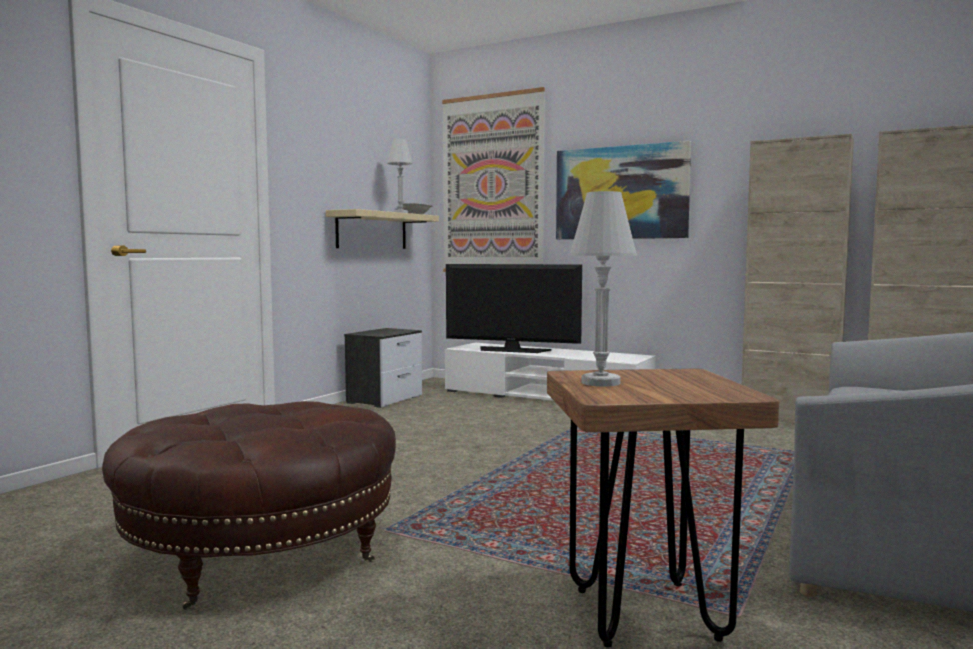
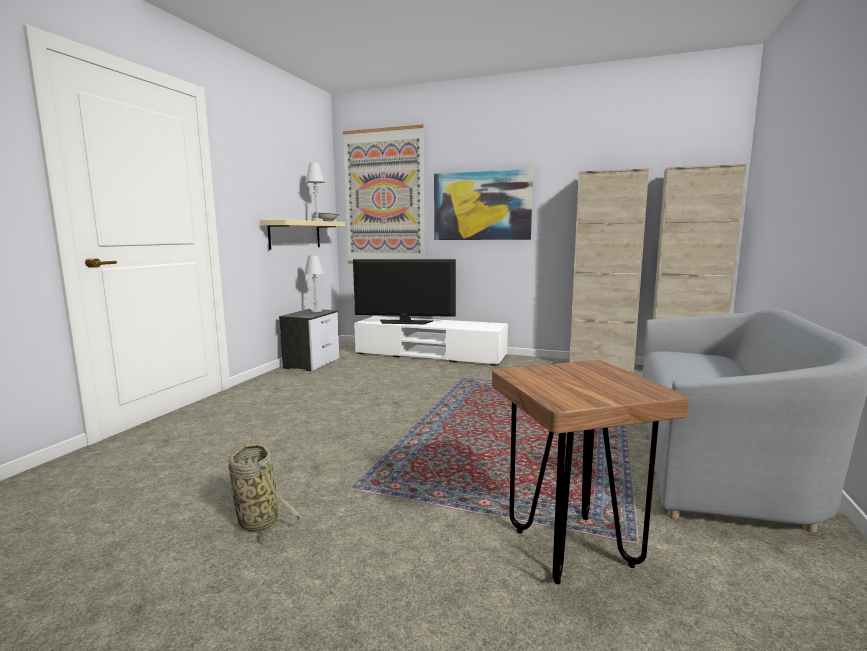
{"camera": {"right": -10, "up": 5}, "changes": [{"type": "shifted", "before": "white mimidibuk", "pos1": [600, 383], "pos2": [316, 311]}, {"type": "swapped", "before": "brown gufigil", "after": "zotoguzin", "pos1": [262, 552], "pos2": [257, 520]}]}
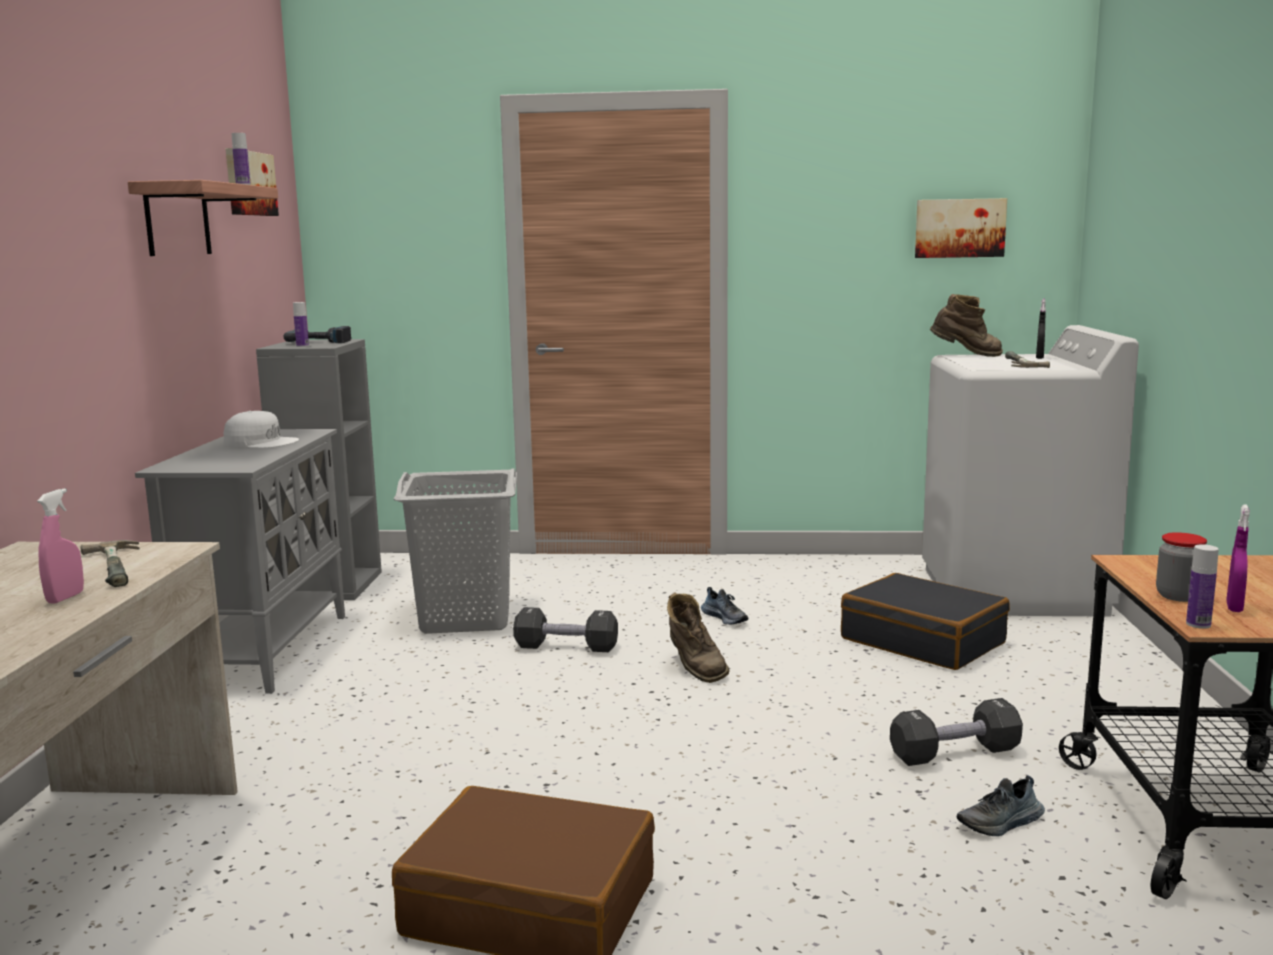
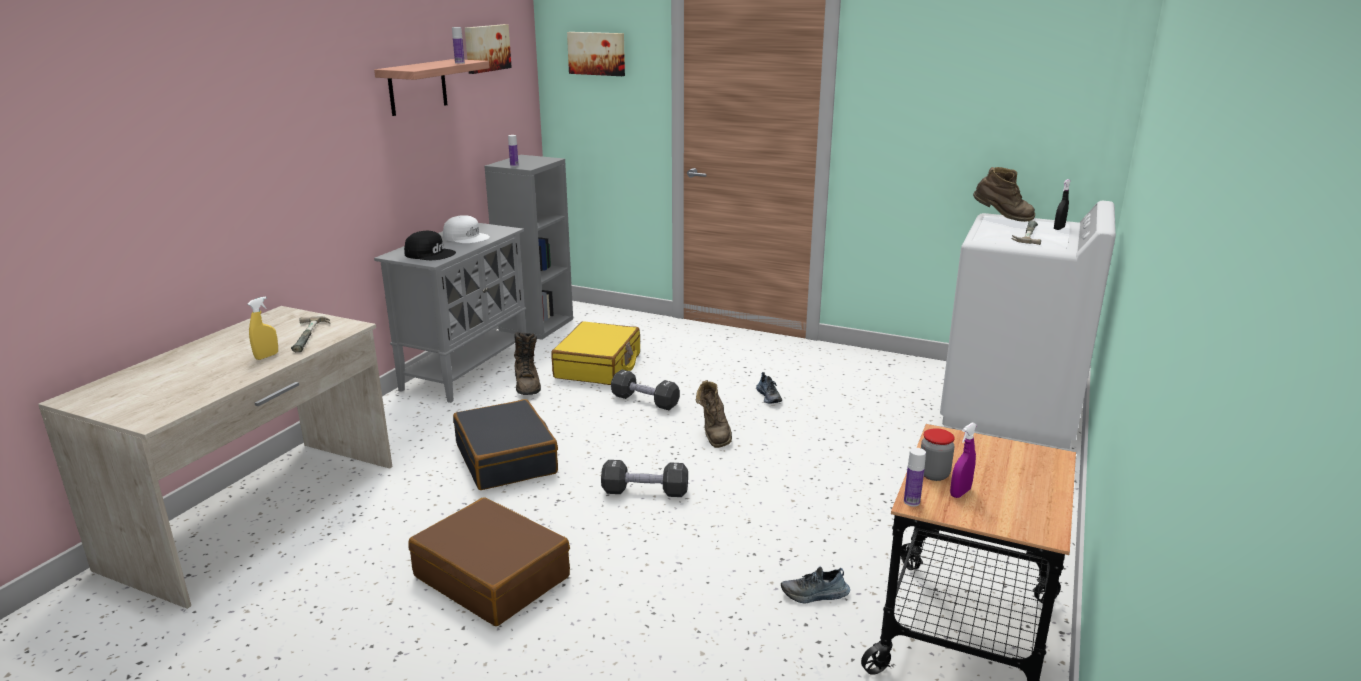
{"camera": {"right": 20, "up": 10}, "changes": [{"type": "gone", "before": "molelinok", "pos1": [320, 341]}, {"type": "new", "after": "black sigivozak", "pos2": [430, 254]}, {"type": "new", "after": "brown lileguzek", "pos2": [527, 385]}, {"type": "shifted", "before": "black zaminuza", "pos1": [923, 641], "pos2": [507, 459]}, {"type": "shifted", "before": "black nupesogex", "pos1": [955, 753], "pos2": [645, 492]}, {"type": "shifted", "before": "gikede", "pos1": [959, 228], "pos2": [597, 53]}, {"type": "swapped", "before": "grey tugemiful", "after": "yellow zaminuza", "pos1": [465, 618], "pos2": [598, 366]}, {"type": "repainted", "before": "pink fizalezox", "after": "yellow fizalezox", "pos1": [65, 598], "pos2": [267, 356]}]}
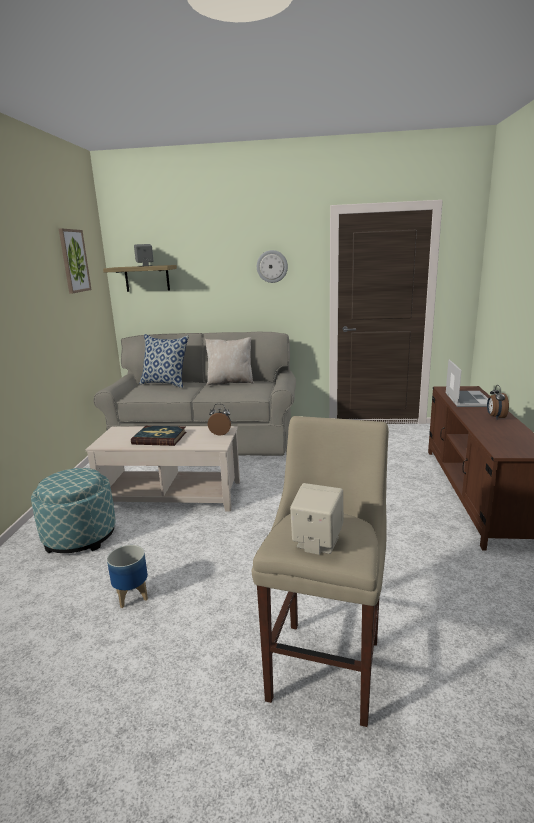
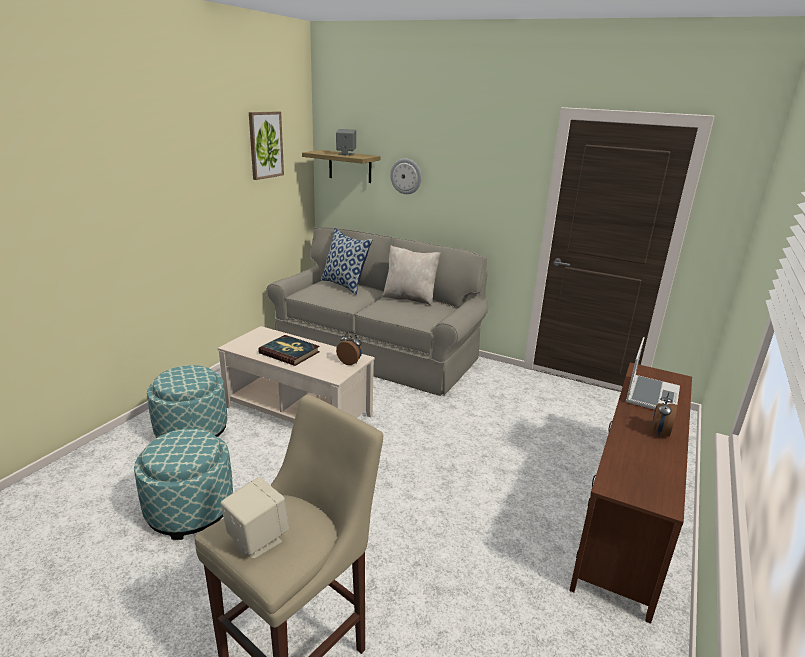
{"camera": {"right": 20, "up": 5}, "changes": [{"type": "shifted", "before": "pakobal", "pos1": [272, 266], "pos2": [406, 176]}, {"type": "swapped", "before": "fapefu", "after": "gufigil", "pos1": [131, 596], "pos2": [190, 509]}]}
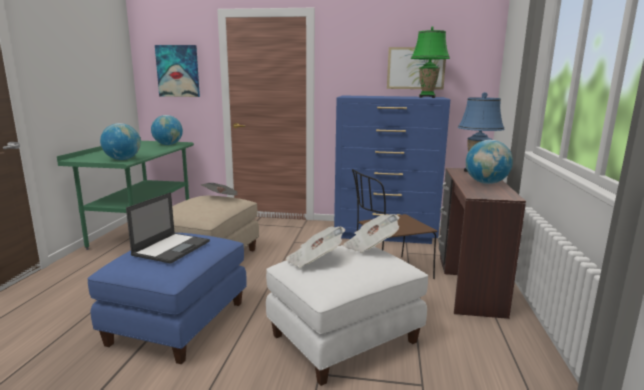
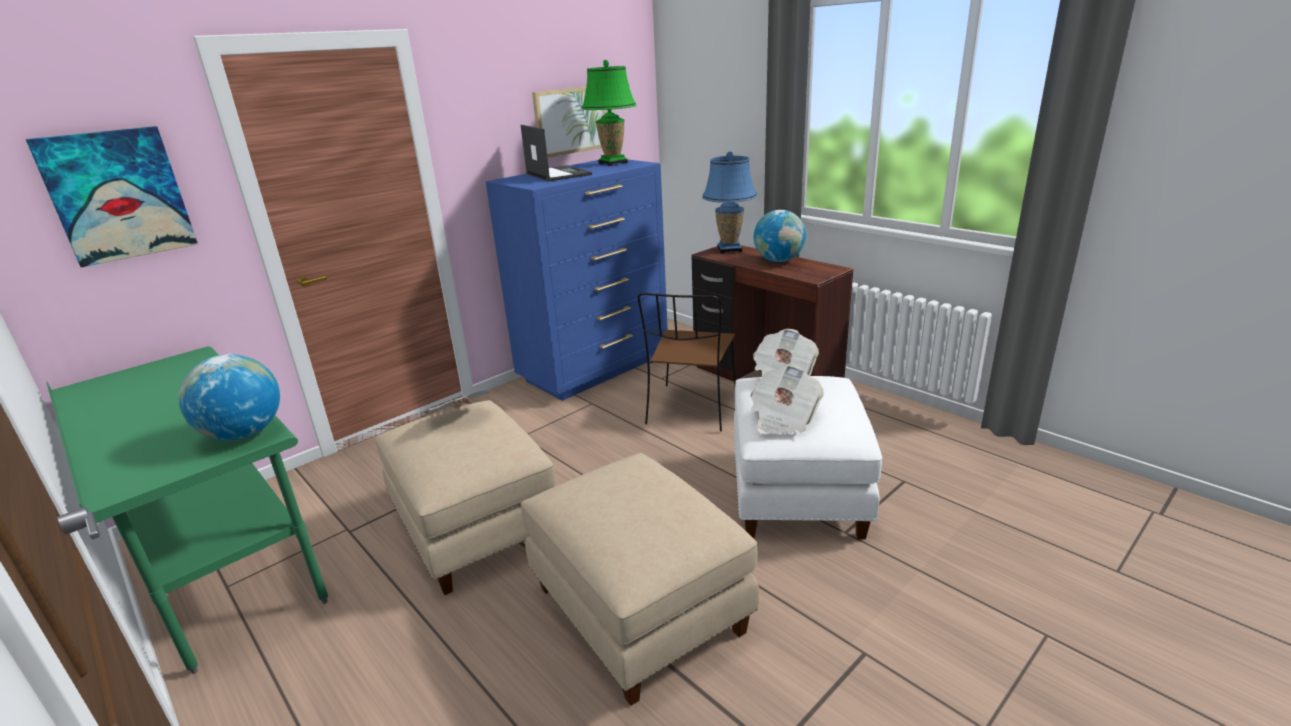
{"camera": {"right": -50, "up": 10}, "changes": [{"type": "gone", "before": "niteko", "pos1": [168, 144]}, {"type": "shifted", "before": "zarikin", "pos1": [172, 248], "pos2": [557, 174]}, {"type": "repainted", "before": "blue gufigil", "after": "beige gufigil", "pos1": [178, 322], "pos2": [636, 610]}]}
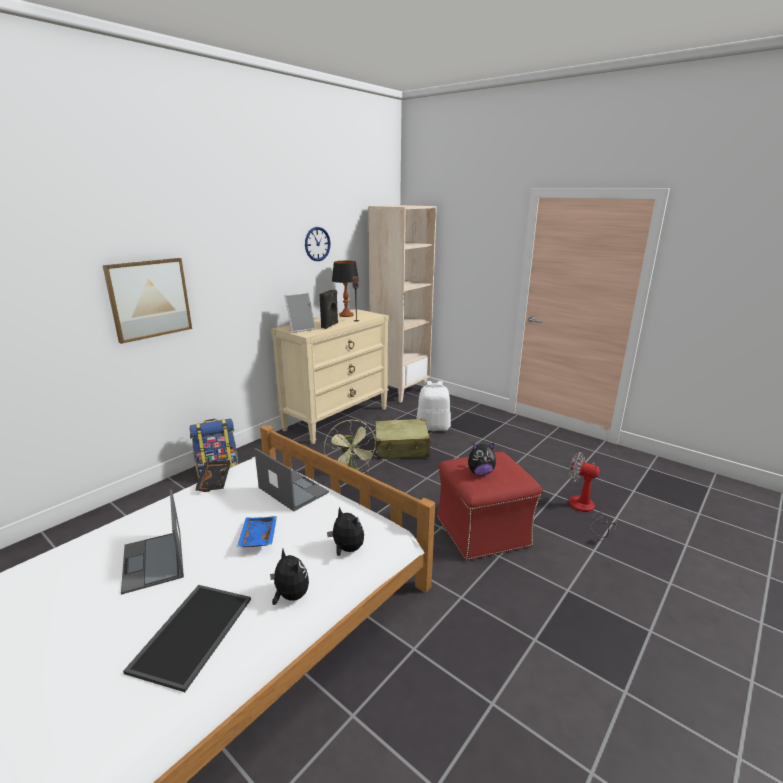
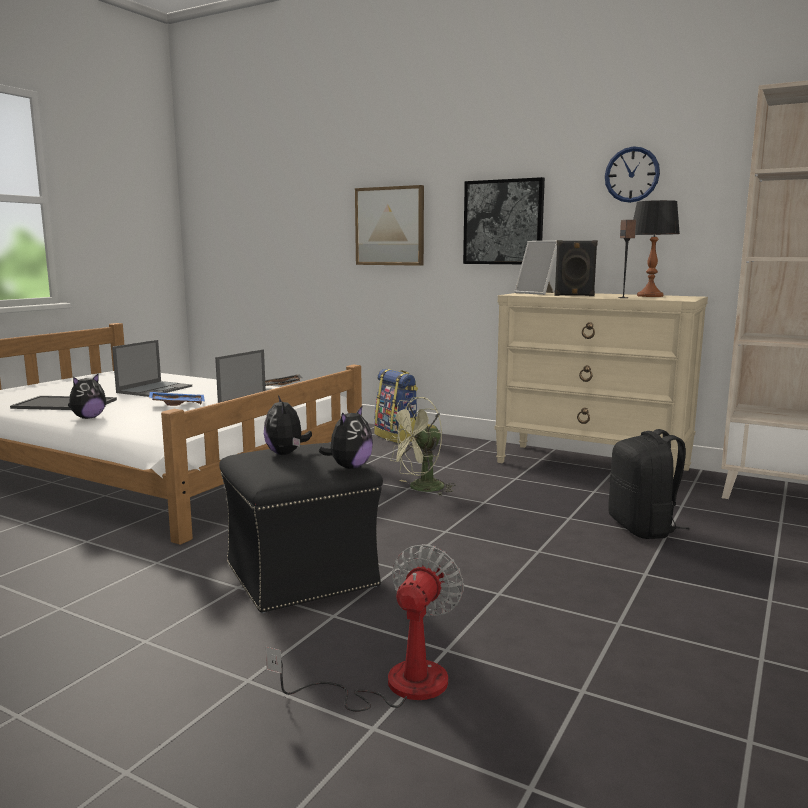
{"camera": {"right": 80, "up": -10}, "changes": [{"type": "gone", "before": "beige zaminuza", "pos1": [402, 448]}, {"type": "new", "after": "gikede", "pos2": [503, 222]}, {"type": "shifted", "before": "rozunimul", "pos1": [347, 549], "pos2": [349, 467]}, {"type": "repainted", "before": "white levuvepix", "after": "black levuvepix", "pos1": [433, 427], "pos2": [643, 528]}, {"type": "repainted", "before": "red gufigil", "after": "black gufigil", "pos1": [483, 531], "pos2": [302, 575]}, {"type": "rotated", "before": "zarikin", "pos1": [154, 562], "pos2": [155, 389], "turn": 150}]}
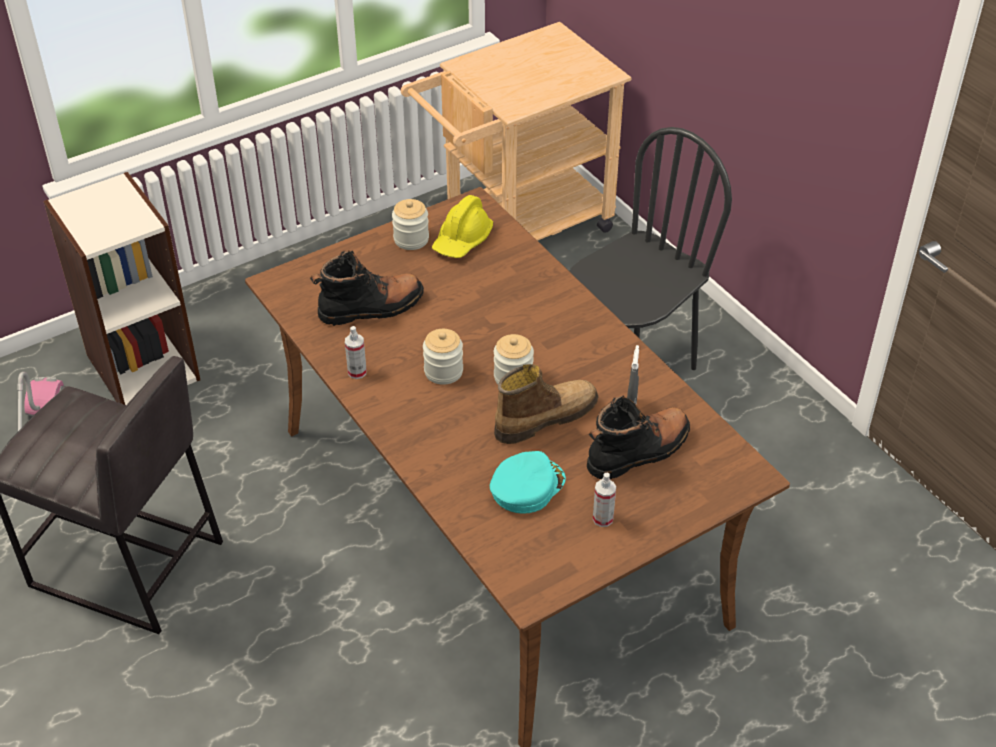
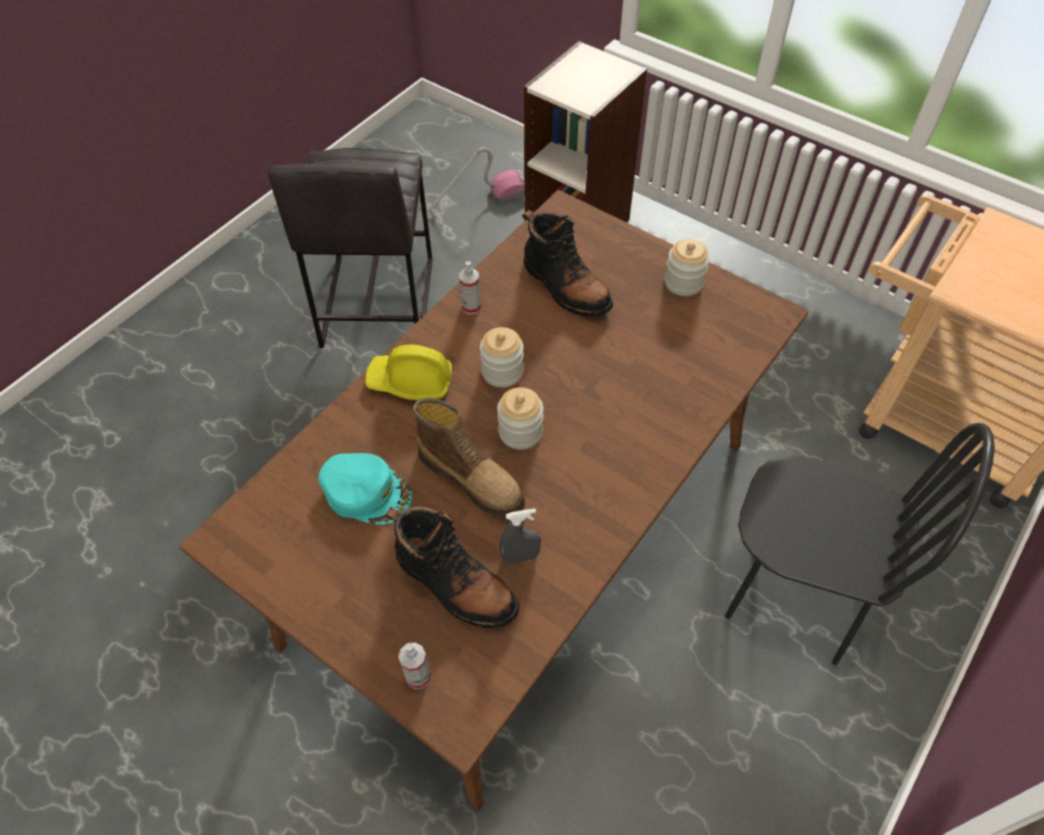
{"camera": {"right": 70, "up": 10}, "changes": [{"type": "shifted", "before": "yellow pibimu", "pos1": [462, 240], "pos2": [411, 382]}, {"type": "shifted", "before": "fizalezox", "pos1": [603, 519], "pos2": [418, 676]}]}
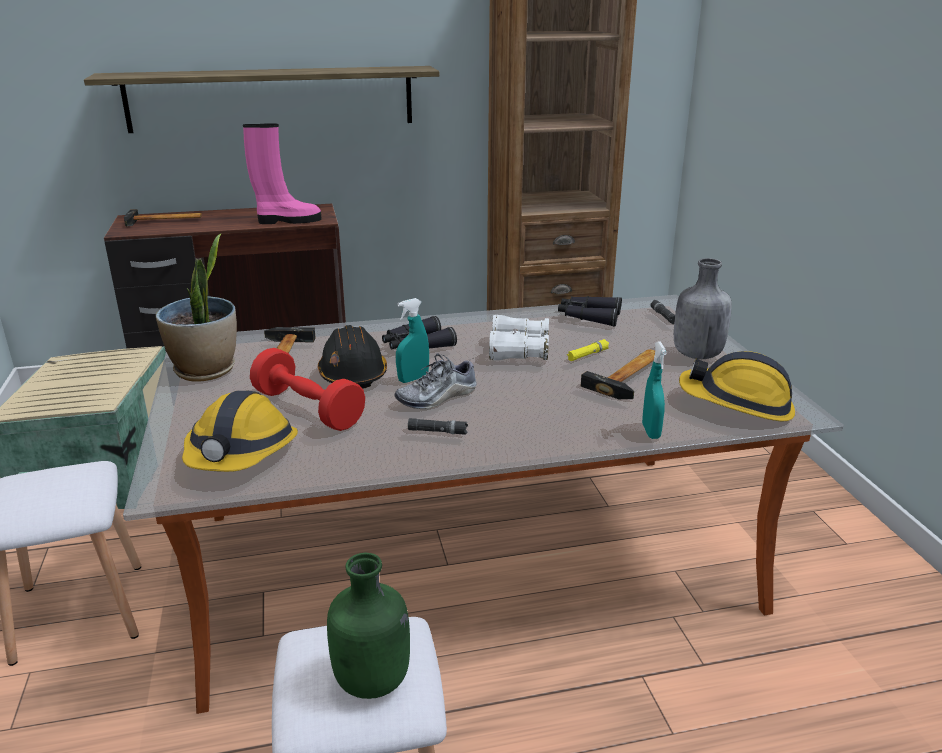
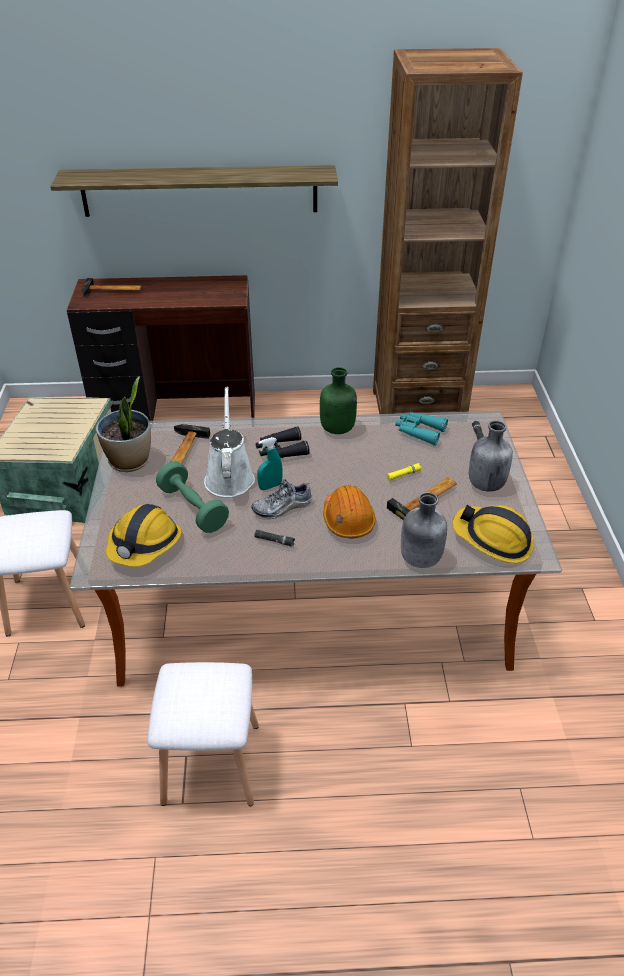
{"camera": {"right": 10, "up": 15}, "changes": [{"type": "gone", "before": "pink lileguzek", "pos1": [287, 221]}, {"type": "gone", "before": "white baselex", "pos1": [518, 350]}, {"type": "new", "after": "orange pibimu", "pos2": [348, 520]}, {"type": "shifted", "before": "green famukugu", "pos1": [373, 681], "pos2": [338, 429]}, {"type": "swapped", "before": "black pibimu", "after": "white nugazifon", "pos1": [352, 374], "pos2": [229, 476]}, {"type": "swapped", "before": "turquoise fizalezox", "after": "grey famukugu", "pos1": [651, 431], "pos2": [419, 559]}, {"type": "repainted", "before": "red nupesogex", "after": "green nupesogex", "pos1": [308, 409], "pos2": [193, 508]}, {"type": "repainted", "before": "black baselex", "after": "turquoise baselex", "pos1": [588, 317], "pos2": [419, 431]}]}
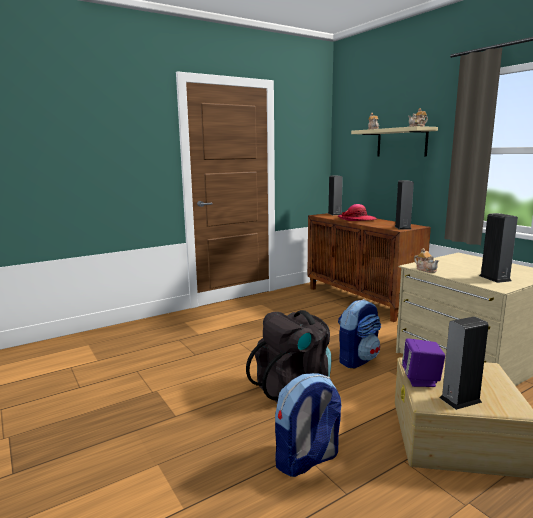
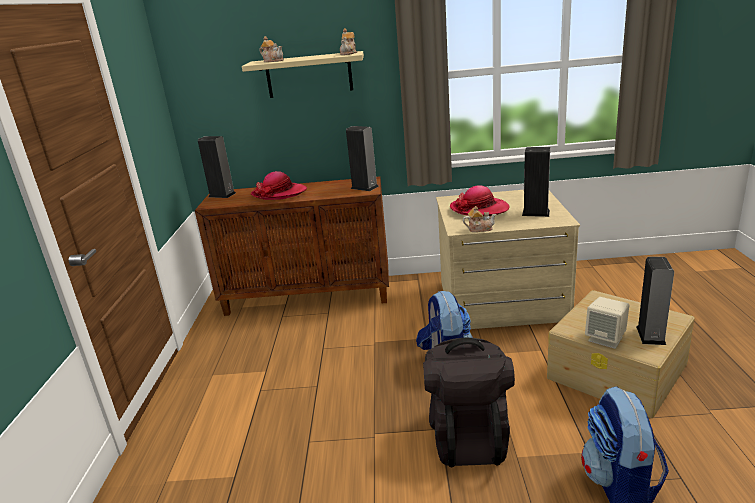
{"camera": {"right": -55, "up": 10}, "changes": [{"type": "new", "after": "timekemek", "pos2": [479, 209]}, {"type": "repainted", "before": "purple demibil", "after": "beige demibil", "pos1": [421, 380], "pos2": [606, 339]}]}
